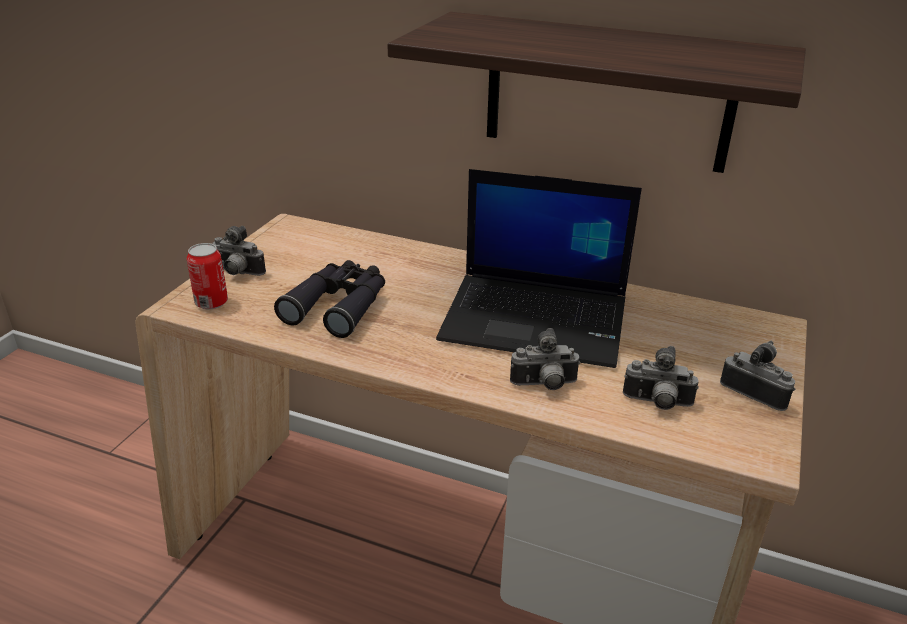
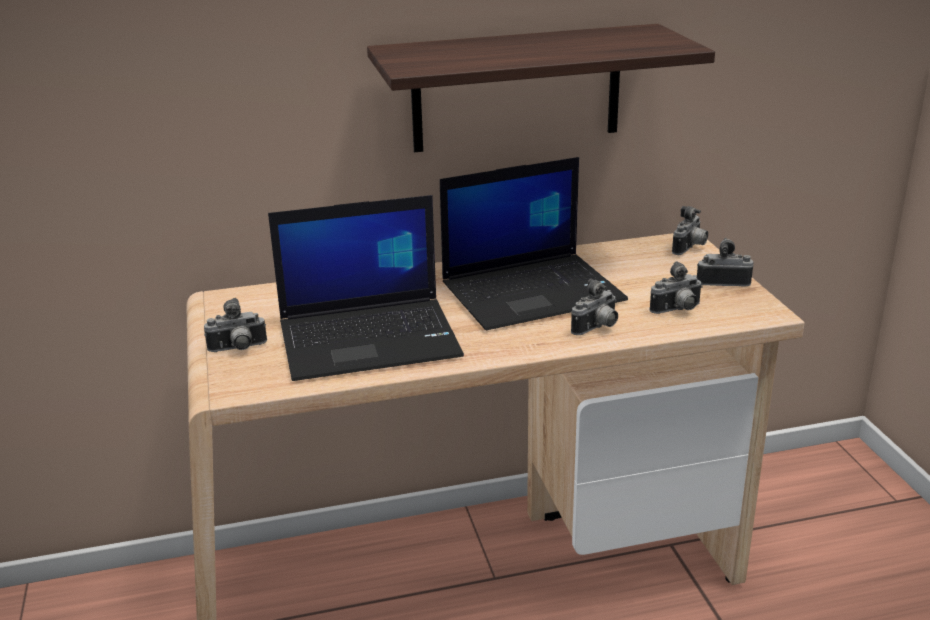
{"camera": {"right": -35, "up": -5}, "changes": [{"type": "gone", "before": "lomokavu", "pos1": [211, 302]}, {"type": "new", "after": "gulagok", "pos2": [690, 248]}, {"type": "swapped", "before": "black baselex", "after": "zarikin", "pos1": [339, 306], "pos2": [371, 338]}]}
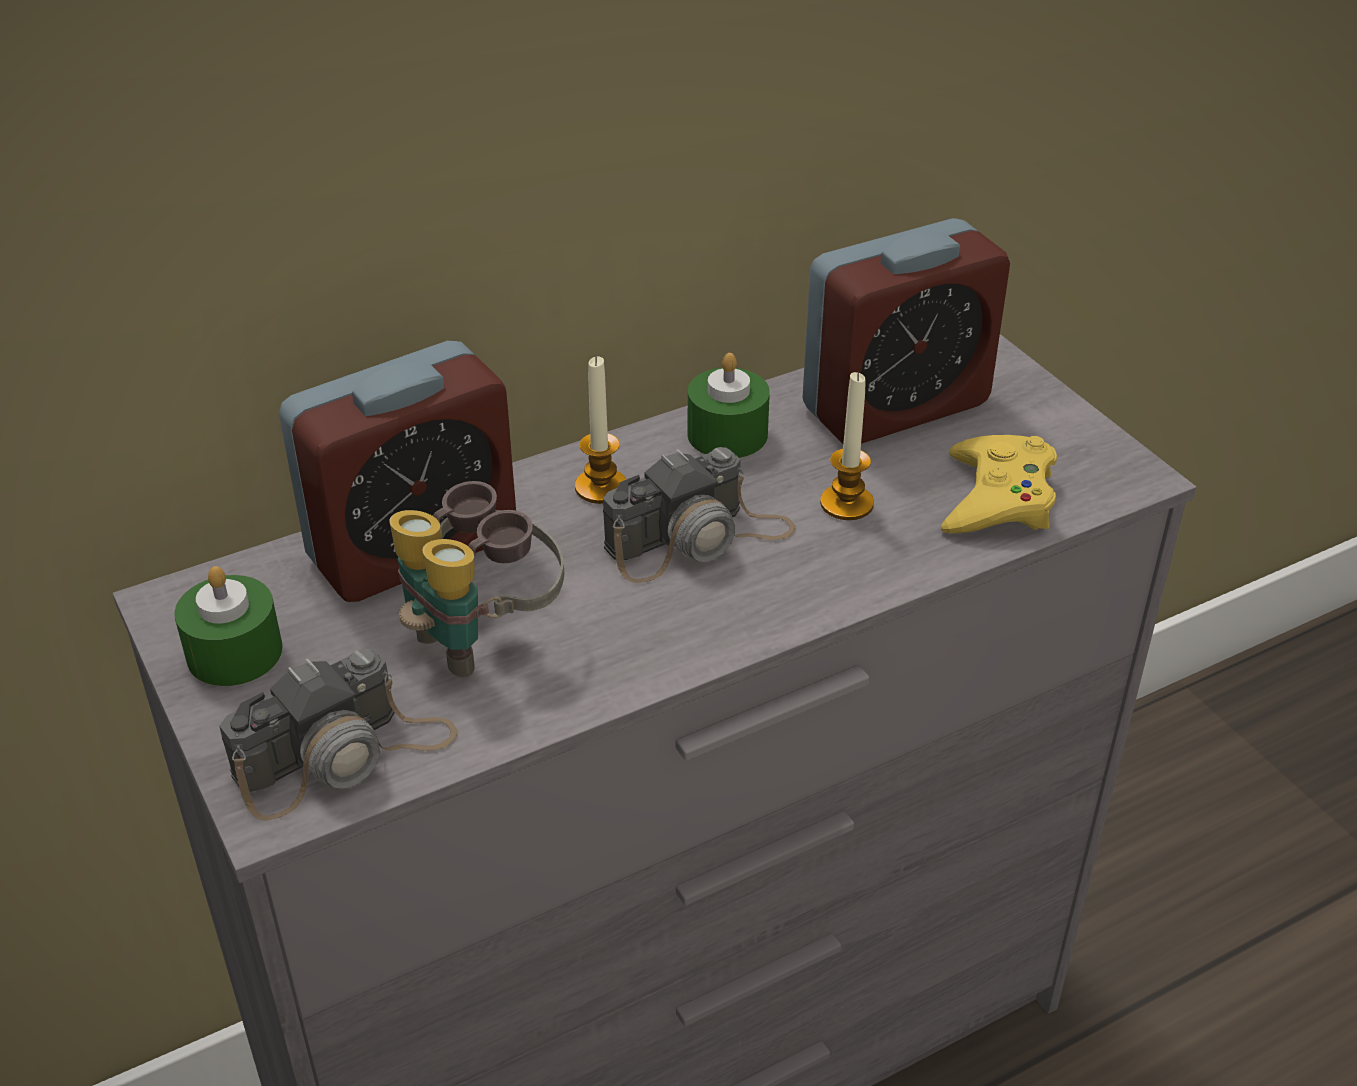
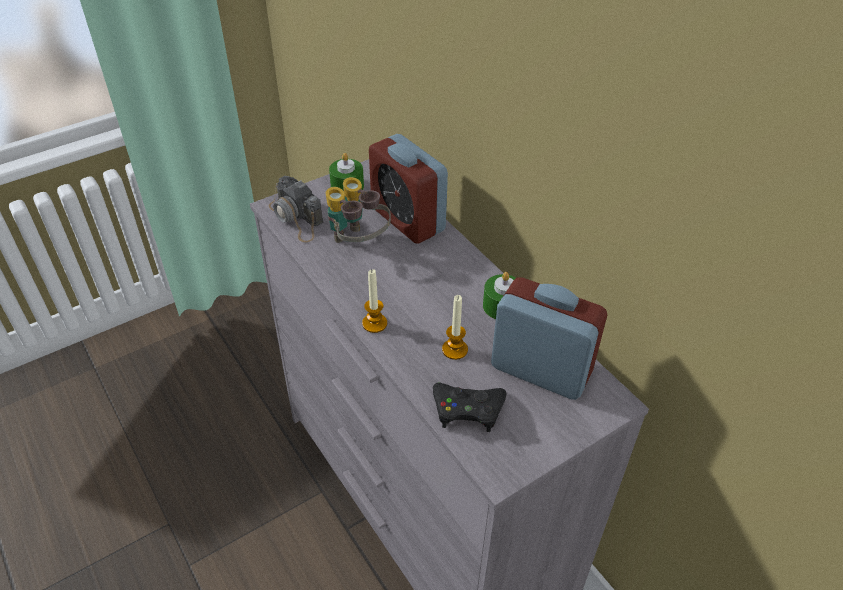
{"camera": {"right": 85, "up": 5}, "changes": [{"type": "gone", "before": "gulagok", "pos1": [699, 539]}, {"type": "shifted", "before": "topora", "pos1": [601, 487], "pos2": [374, 323]}, {"type": "repainted", "before": "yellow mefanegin", "after": "black mefanegin", "pos1": [997, 498], "pos2": [467, 409]}, {"type": "rotated", "before": "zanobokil", "pos1": [895, 406], "pos2": [541, 370], "turn": 150}]}
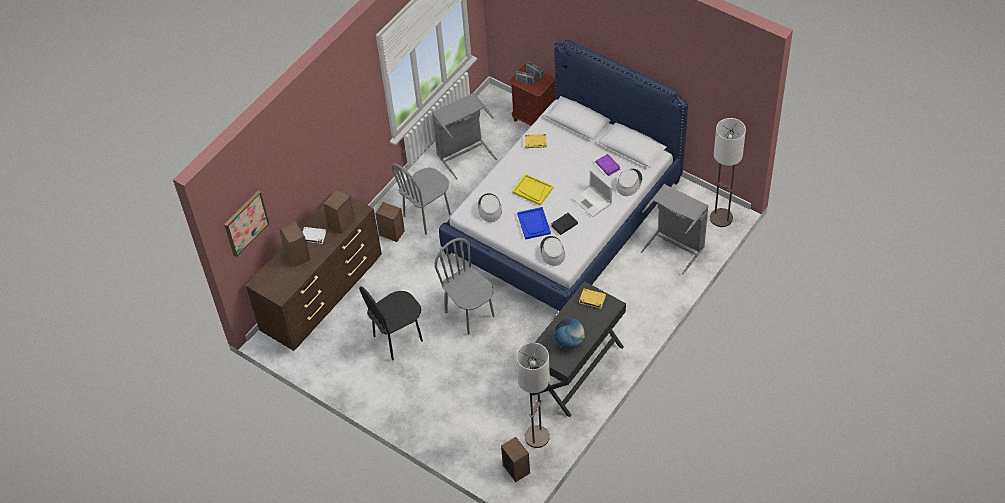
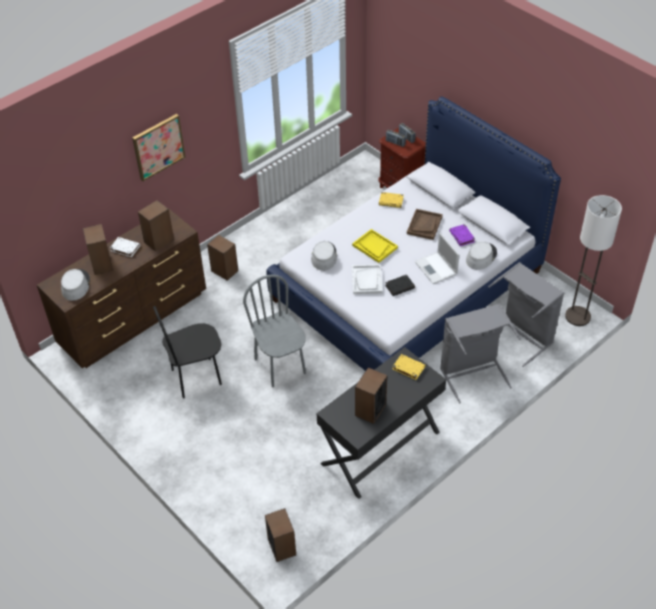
{"camera": {"right": 10, "up": -5}, "changes": [{"type": "gone", "before": "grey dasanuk", "pos1": [427, 215]}, {"type": "gone", "before": "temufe", "pos1": [537, 437]}, {"type": "new", "after": "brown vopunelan", "pos2": [424, 225]}, {"type": "shifted", "before": "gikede", "pos1": [245, 223], "pos2": [158, 146]}, {"type": "shifted", "before": "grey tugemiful", "pos1": [463, 153], "pos2": [472, 373]}, {"type": "shifted", "before": "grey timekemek", "pos1": [552, 251], "pos2": [75, 285]}, {"type": "swapped", "before": "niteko", "after": "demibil", "pos1": [569, 341], "pos2": [370, 410]}, {"type": "repainted", "before": "blue vopunelan", "after": "white vopunelan", "pos1": [534, 224], "pos2": [367, 280]}]}
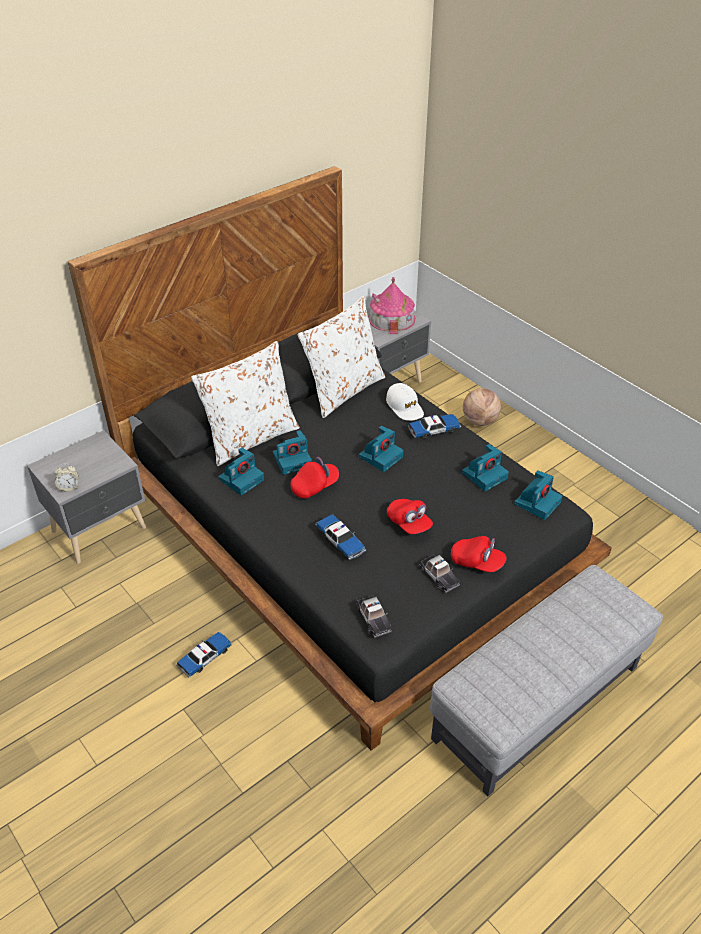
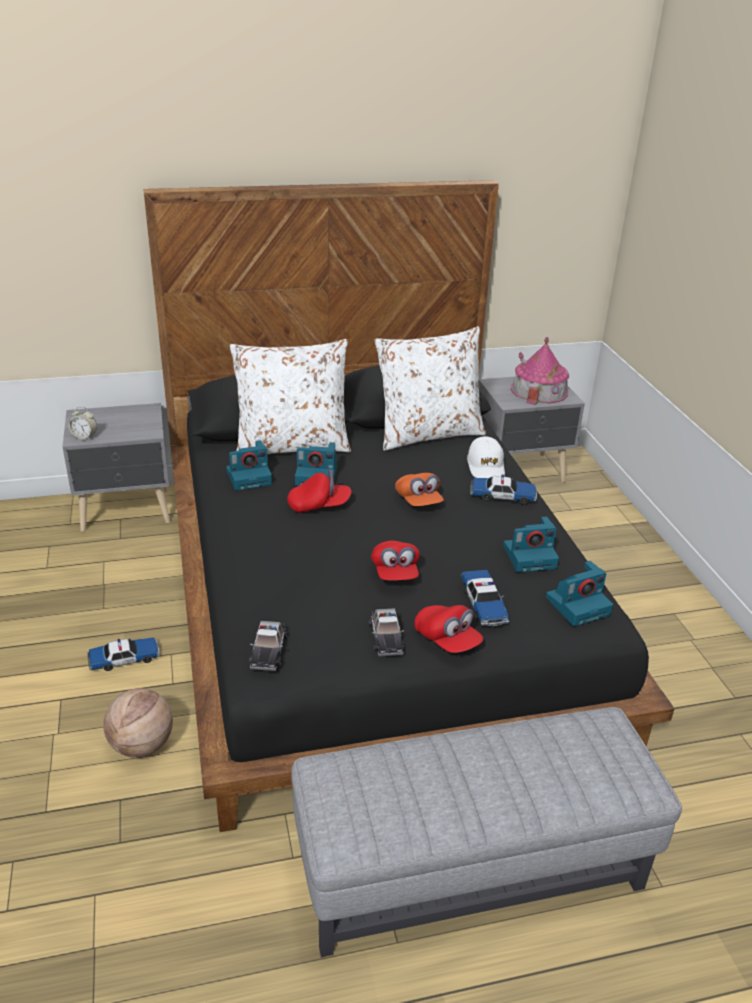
{"camera": {"right": 25, "up": -10}, "changes": [{"type": "shifted", "before": "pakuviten", "pos1": [340, 541], "pos2": [483, 604]}, {"type": "shifted", "before": "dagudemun", "pos1": [479, 421], "pos2": [142, 745]}, {"type": "swapped", "before": "gulagok", "after": "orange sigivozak", "pos1": [381, 456], "pos2": [418, 501]}]}
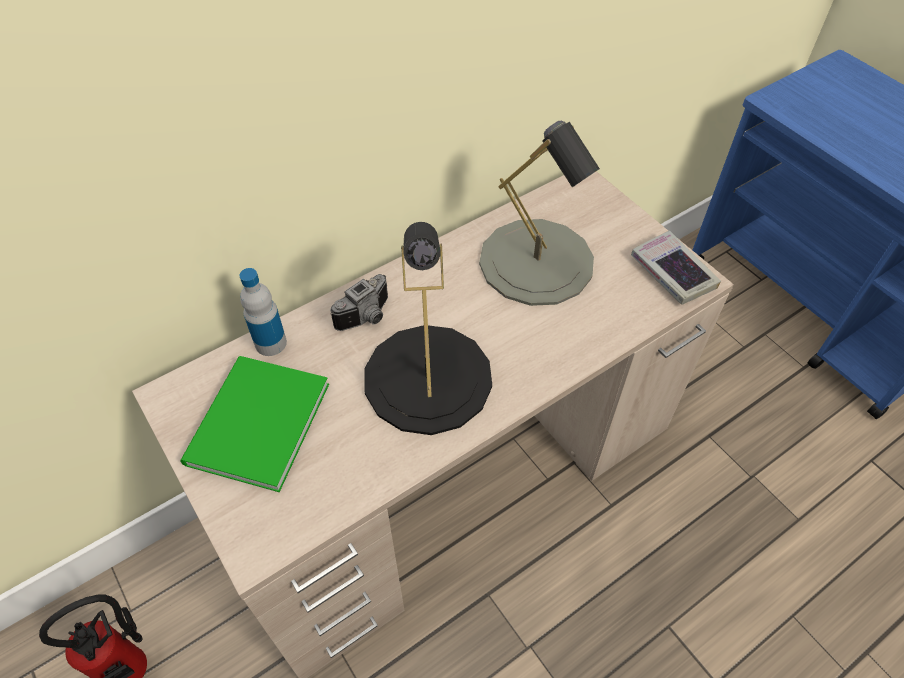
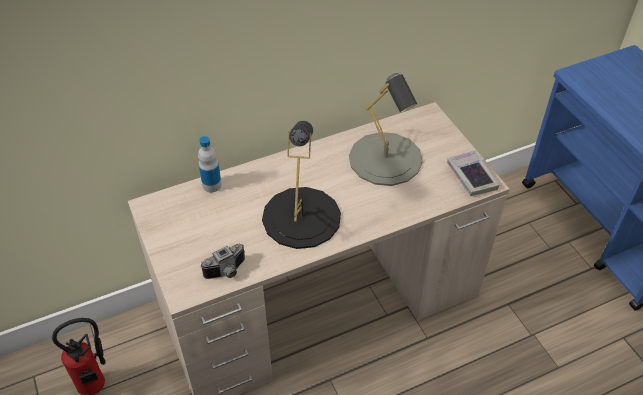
{"camera": {"right": 10, "up": -5}, "changes": [{"type": "gone", "before": "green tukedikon", "pos1": [253, 426]}, {"type": "shifted", "before": "gulagok", "pos1": [368, 317], "pos2": [227, 272]}]}
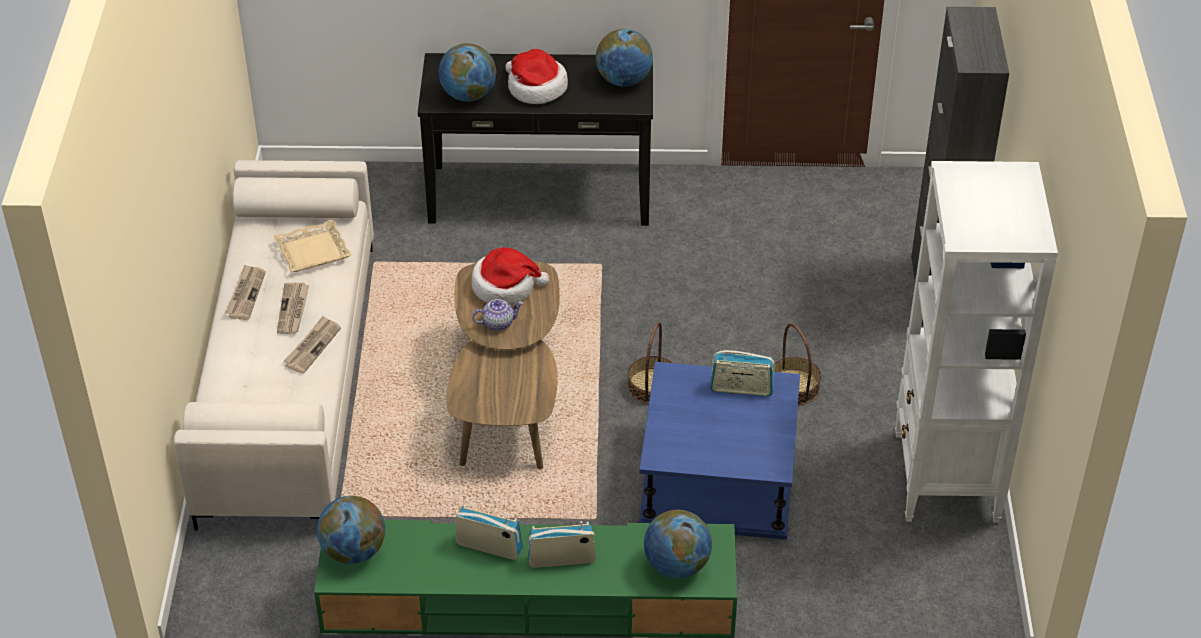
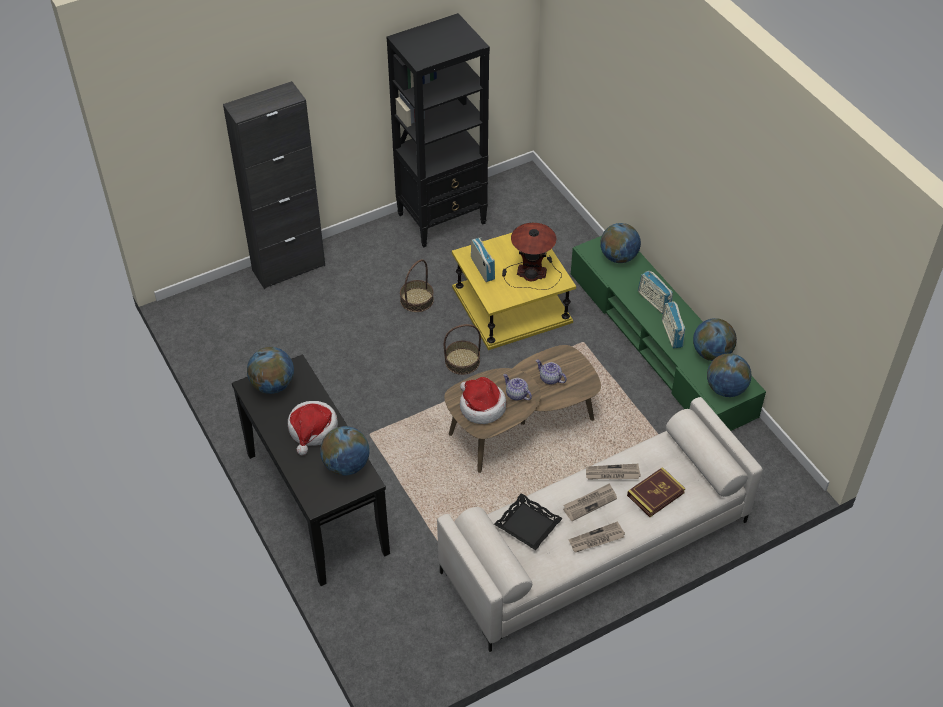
{"camera": {"right": -120, "up": 5}, "changes": [{"type": "new", "after": "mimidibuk", "pos2": [532, 272]}, {"type": "new", "after": "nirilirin", "pos2": [550, 378]}, {"type": "new", "after": "tukedikon", "pos2": [655, 494]}, {"type": "new", "after": "niteko", "pos2": [711, 353]}, {"type": "repainted", "before": "beige vopunelan", "after": "black vopunelan", "pos1": [313, 251], "pos2": [527, 525]}, {"type": "repainted", "before": "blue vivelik", "after": "yellow vivelik", "pos1": [717, 477], "pos2": [512, 305]}, {"type": "repainted", "before": "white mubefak", "after": "black mubefak", "pos1": [945, 478], "pos2": [442, 218]}]}
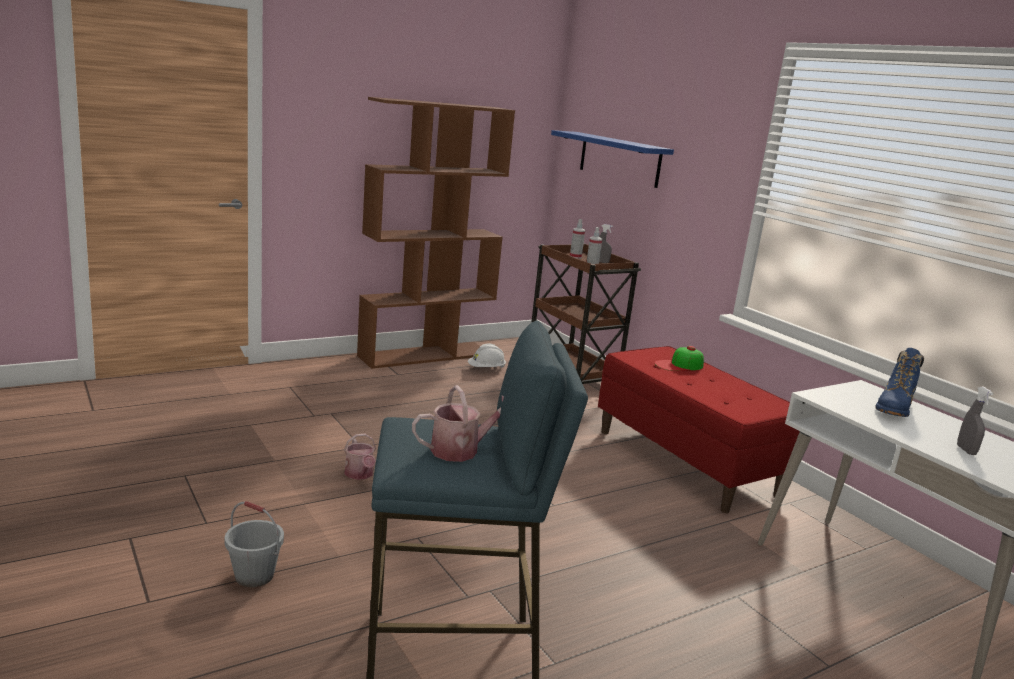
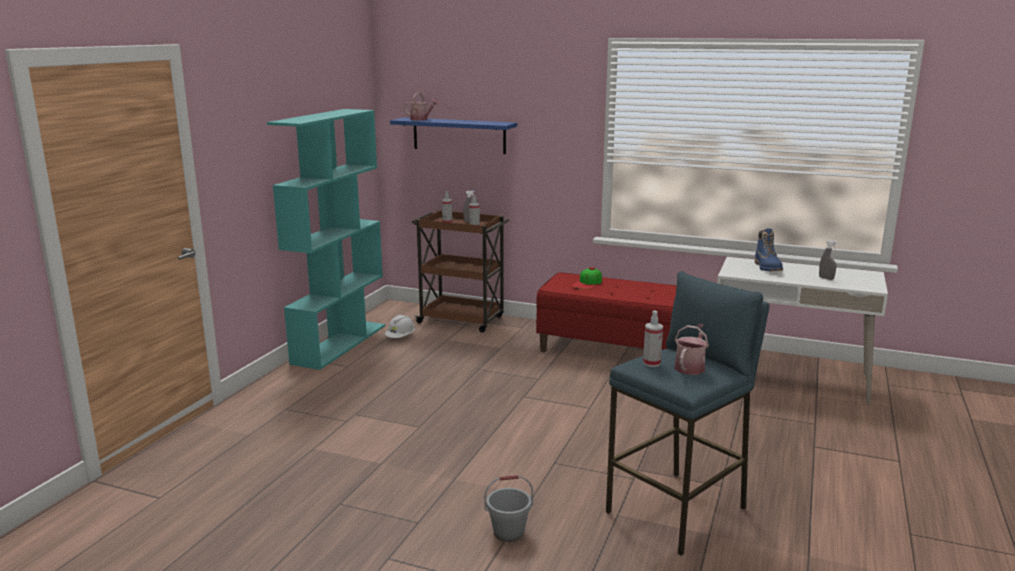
{"camera": {"right": -35, "up": 0}, "changes": [{"type": "new", "after": "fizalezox", "pos2": [651, 363]}, {"type": "shifted", "before": "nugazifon", "pos1": [360, 475], "pos2": [421, 119]}, {"type": "repainted", "before": "brown mubefak", "after": "turquoise mubefak", "pos1": [425, 355], "pos2": [339, 343]}]}
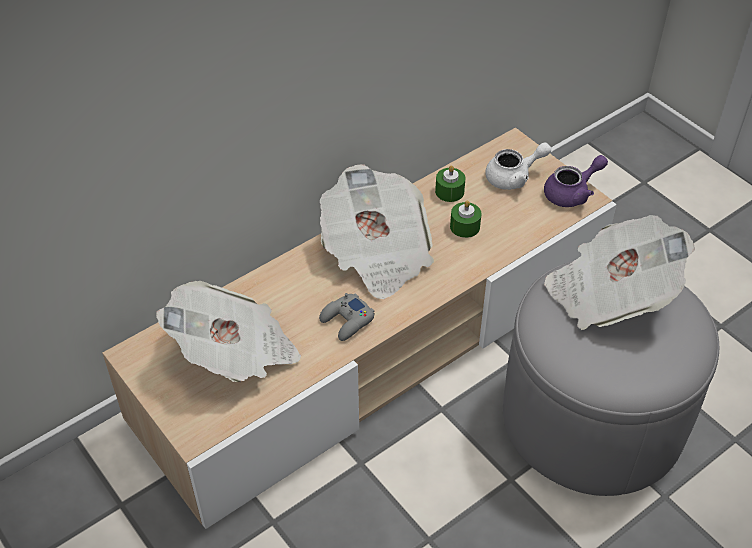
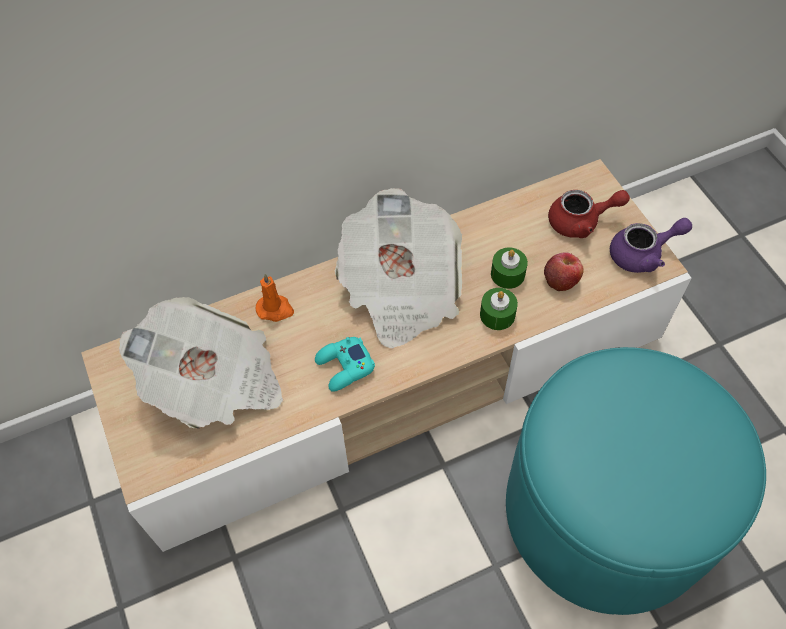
{"camera": {"right": 15, "up": 10}, "changes": [{"type": "gone", "before": "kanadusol", "pos1": [610, 294]}, {"type": "new", "after": "orange topora", "pos2": [275, 309]}, {"type": "new", "after": "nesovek", "pos2": [561, 280]}, {"type": "shifted", "before": "green topora", "pos1": [449, 191], "pos2": [497, 315]}, {"type": "repainted", "before": "grey mefanegin", "after": "turquoise mefanegin", "pos1": [347, 321], "pos2": [344, 367]}, {"type": "repainted", "before": "white nirilirin", "after": "red nirilirin", "pos1": [514, 177], "pos2": [581, 222]}, {"type": "repainted", "before": "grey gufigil", "after": "turquoise gufigil", "pos1": [593, 417], "pos2": [606, 511]}]}
